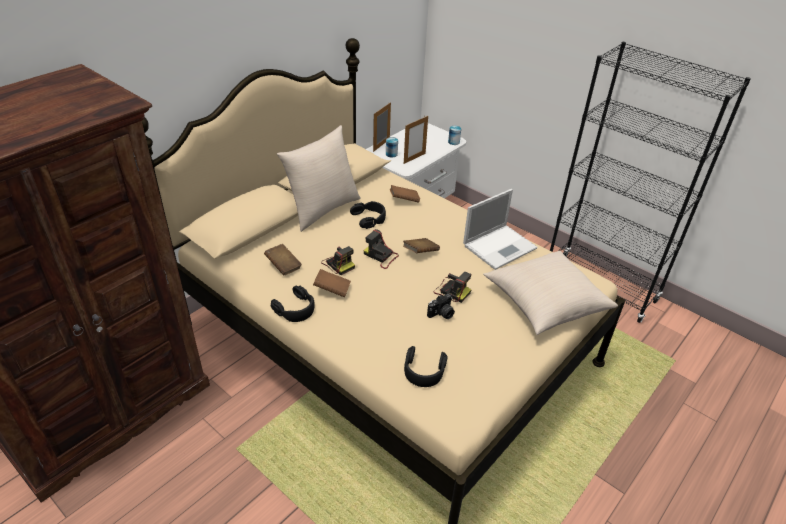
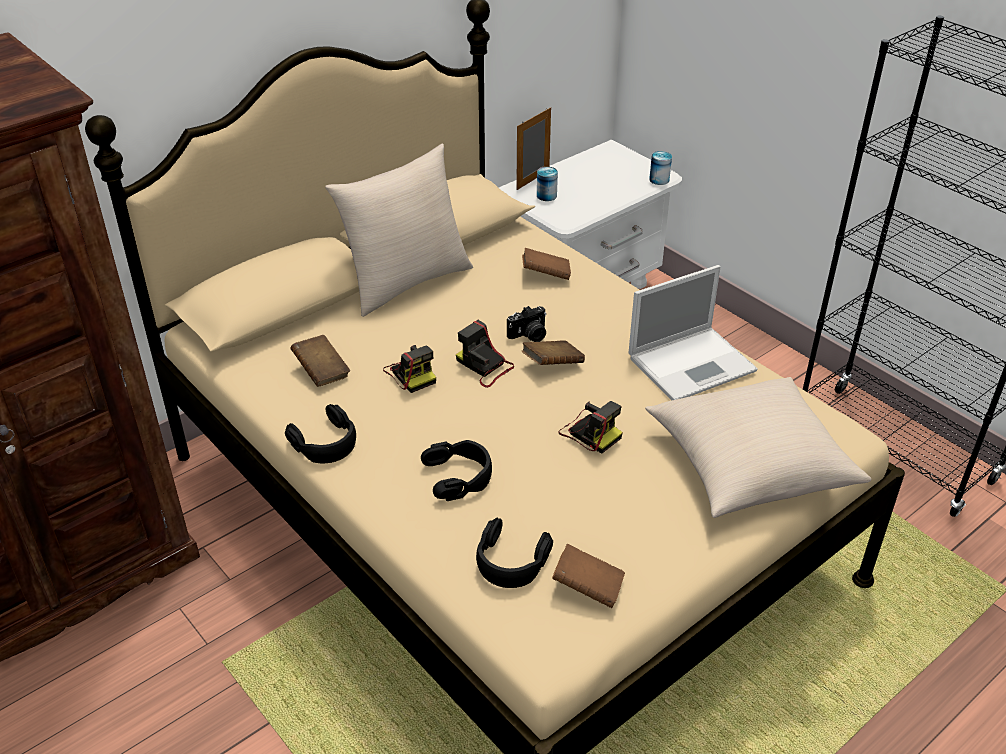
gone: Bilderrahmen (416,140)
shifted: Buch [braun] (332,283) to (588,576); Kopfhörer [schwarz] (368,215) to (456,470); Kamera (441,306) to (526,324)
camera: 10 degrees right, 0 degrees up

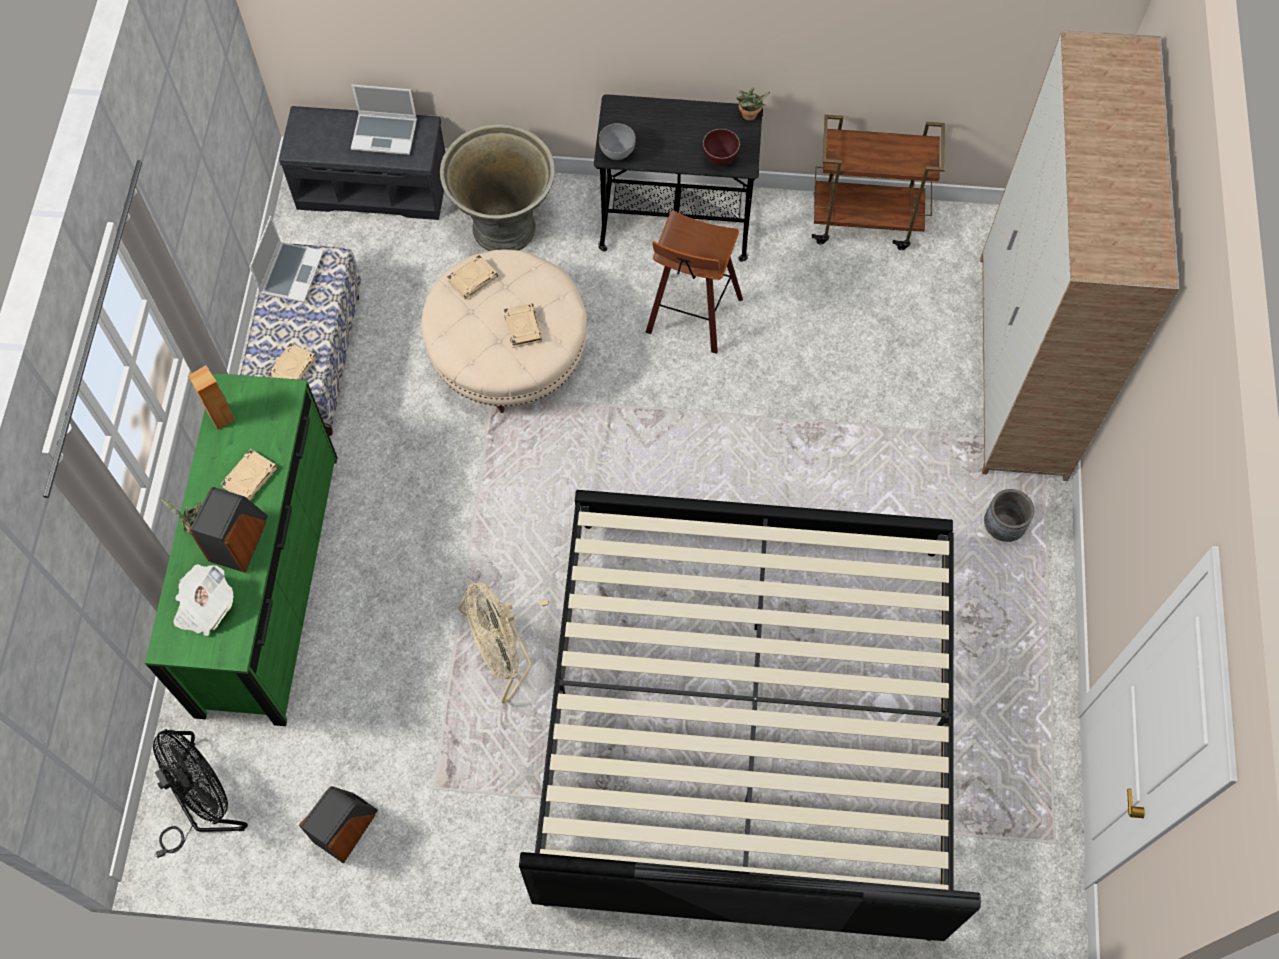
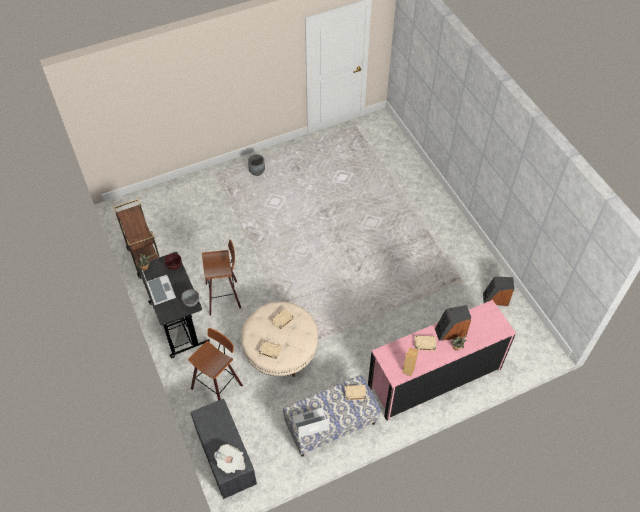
gone: Ventilator [schwarz] (200,793); Ventilator [beige] (503,643); Bett (750,715); Kleiderschrank [weiß] (1079,255)
shifted: Zeitung (203,600) to (229,458); Laptop (384,120) to (159,287)
swapped: Pflanzkübel [grau] (497,187) to Hocker (215,364)
repainted: Kommode [grün] (241,549) to Kommode [rosa] (442,360)
camera: 120 degrees left, 10 degrees down

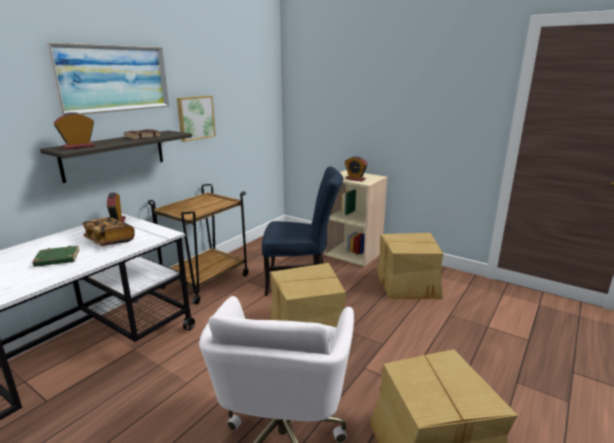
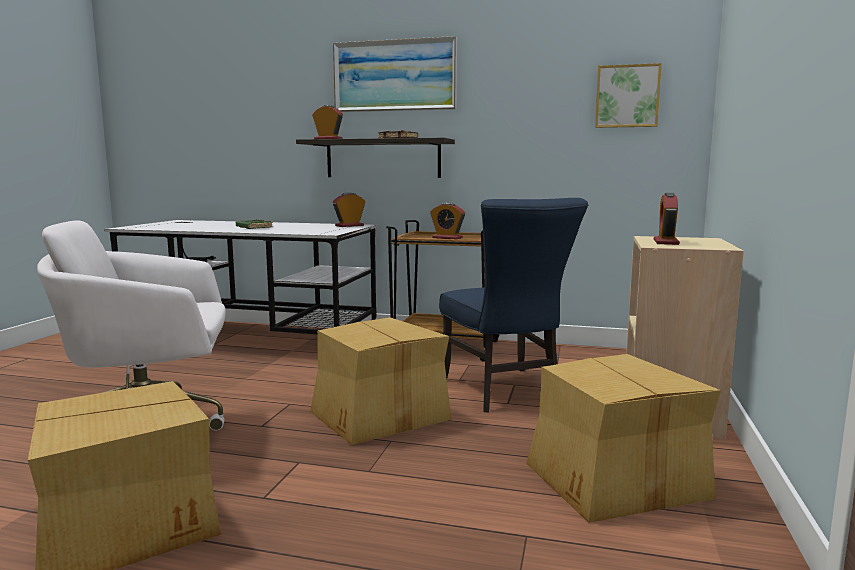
gone: Buch (108,231)
new: Wecker (447,221)
shifted: Bild (196,119) to (628,95)
camera: 70 degrees right, 10 degrees down

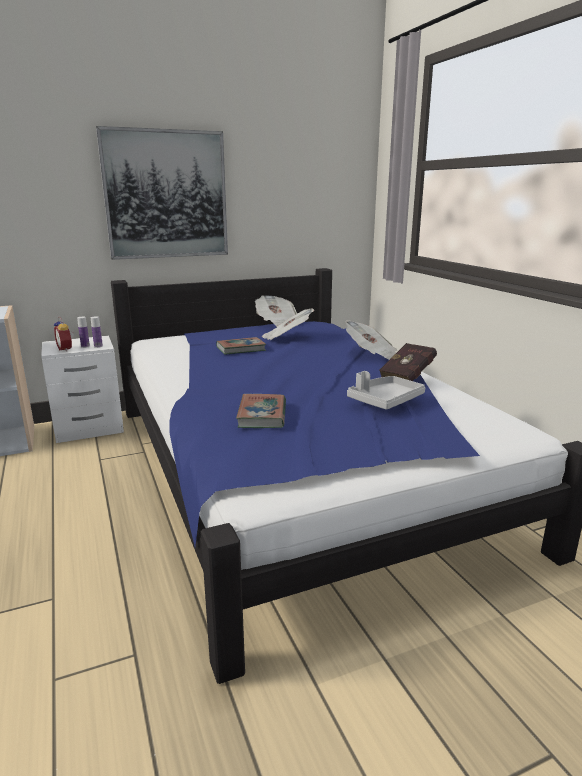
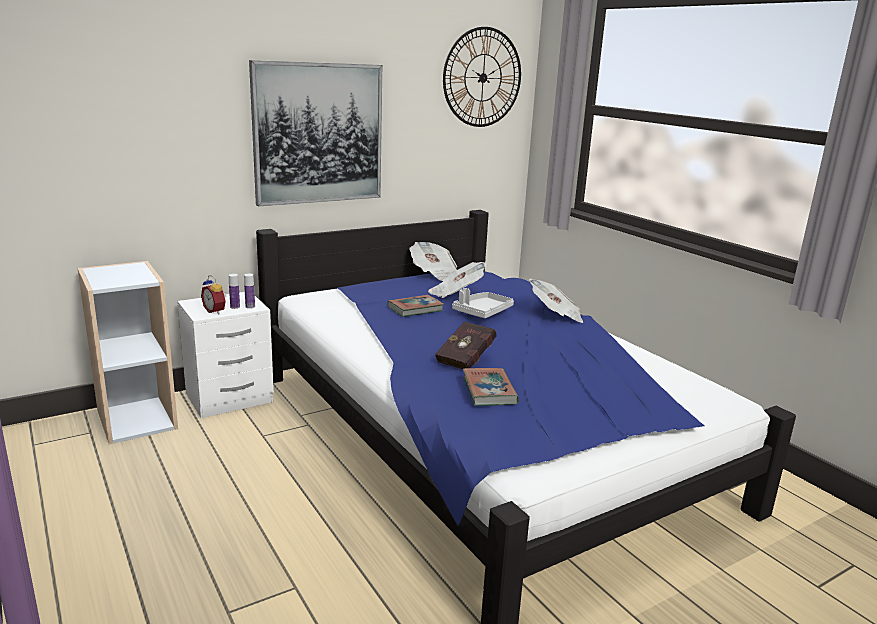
new: Wanduhr (482,77)
shifted: Tablett [grau] (386,390) to (483,303); Buch [rot] (408,362) to (466,345)
camera: 10 degrees left, 0 degrees up

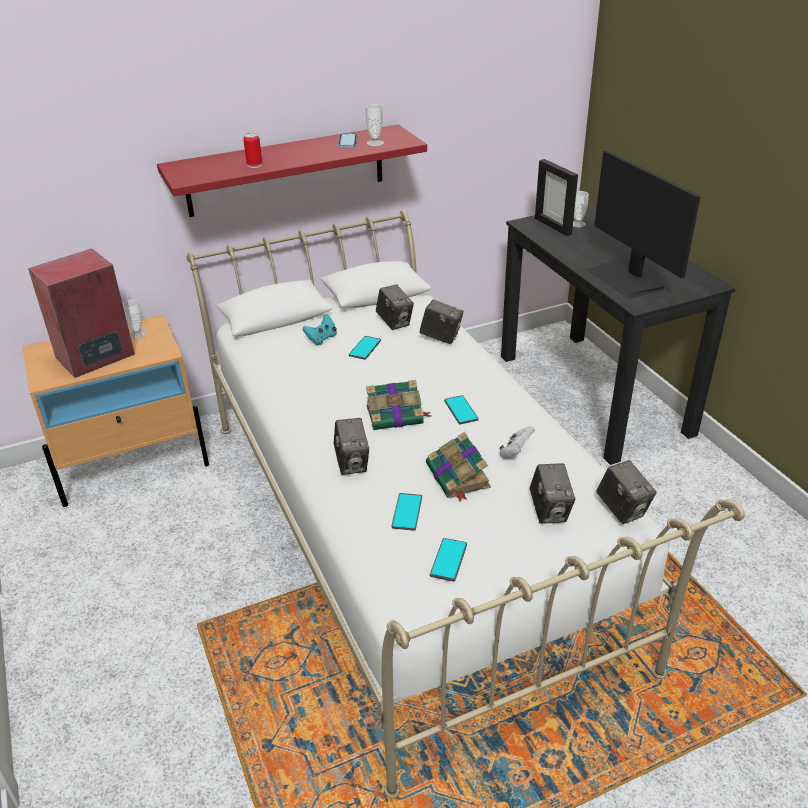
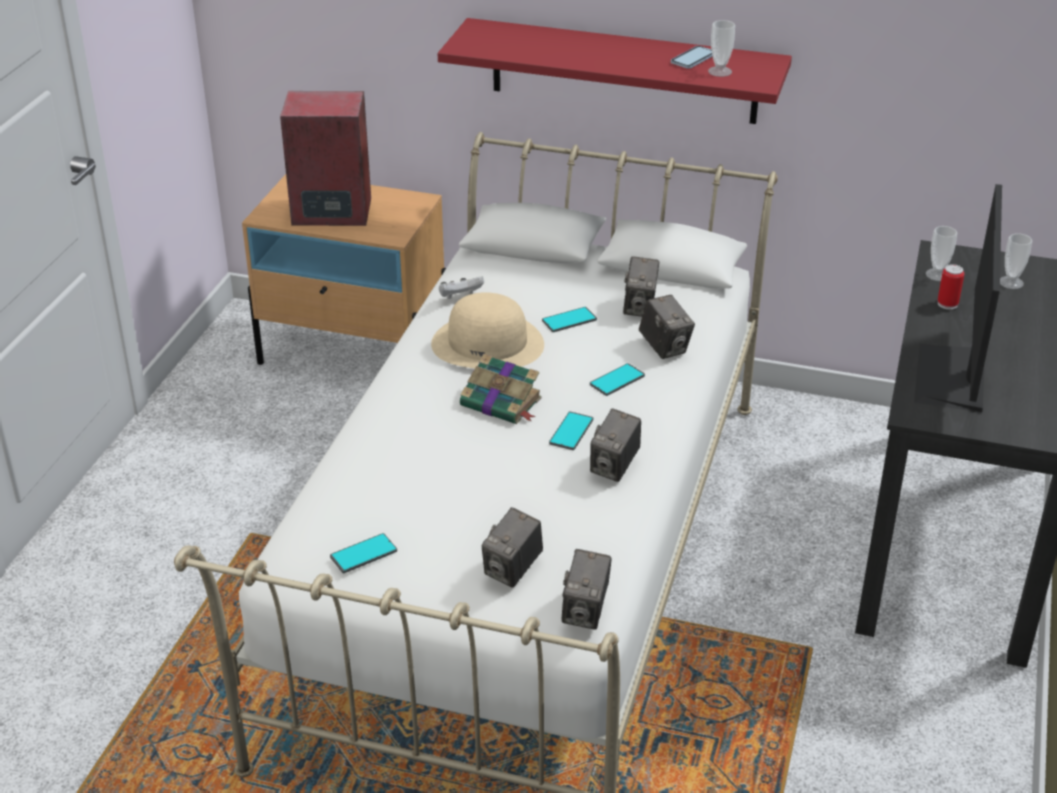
gone: Gamepad [türkis] (320,329); Buch (458,467); Bilderrahmen (556,197)
new: Hut [beige] (487,330)
shifted: Tasse (134,319) to (941,253); Dose (252,150) to (950,287); Kamera (351,446) to (615,445); Handy (407,512) to (617,379); Gamepad [weiß] (517,442) to (461,287)
camera: 40 degrees right, 0 degrees up

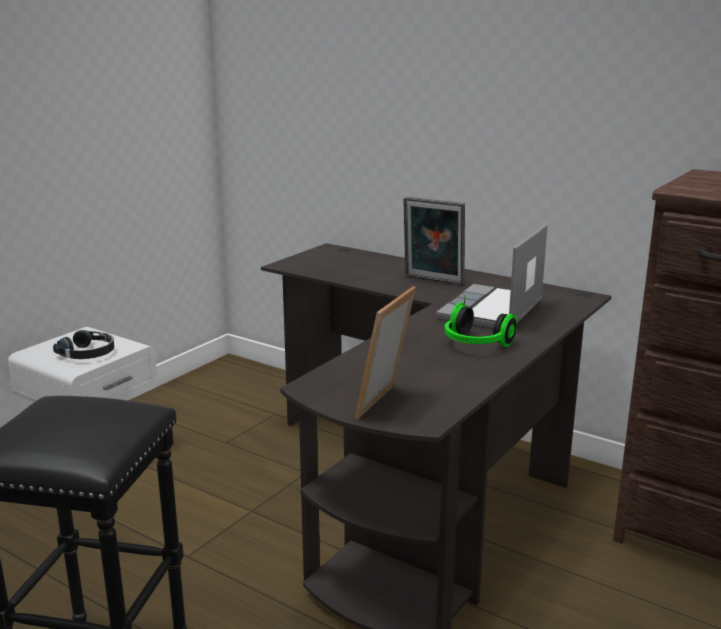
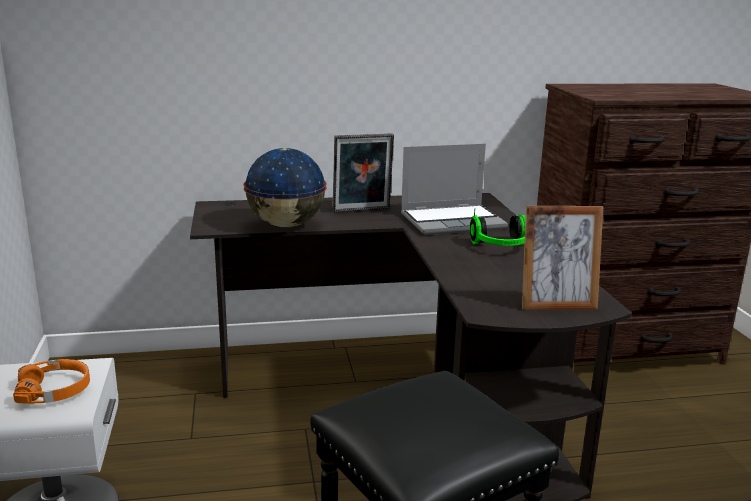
new: Globus (285,187)
repainted: Kopfhörer [schwarz] (83,344) to Kopfhörer [orange] (51,381)
rotated: Bilderrahmen (385,353) = (562,258) 75 degrees counterclockwise; Laptop (491,276) = (454,189) 90 degrees counterclockwise
camera: 45 degrees left, 0 degrees up

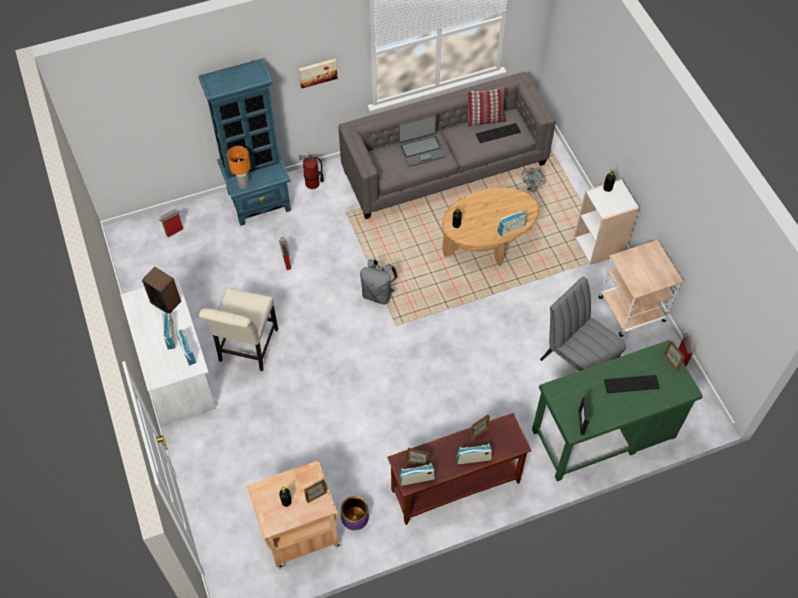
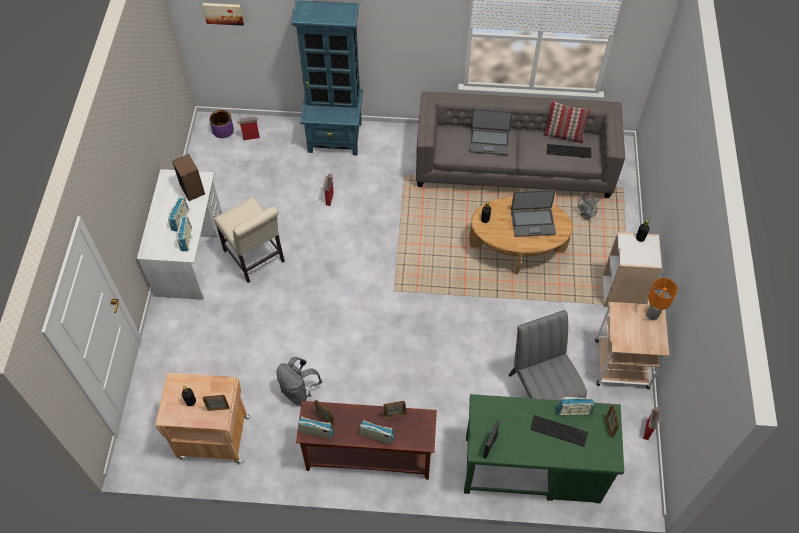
gone: Feuerlöscher (311,172)
new: Laptop (533,213)
shifted: Tischlampe [orange] (239,167) to (662,299); Bild (318,73) to (223,14); Pflanzkübel [lila] (354,513) to (221,124); Rucksack [grau] (379,282) to (299,381); Radio (511,223) to (575,406)
rotated: Stuhl [beige] (238,329) = (249,240) 75 degrees counterclockwise
camera: 25 degrees right, 0 degrees up

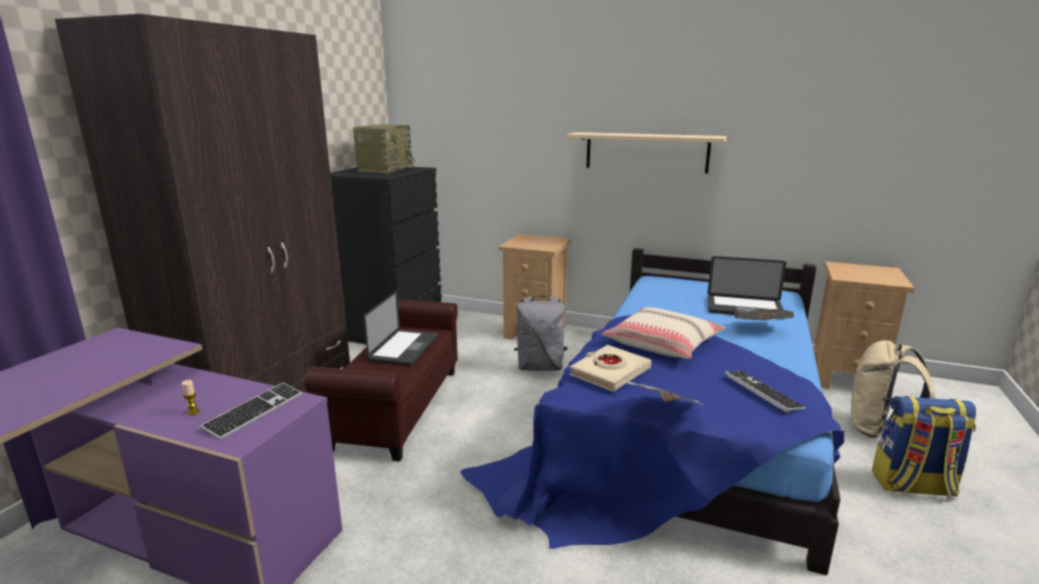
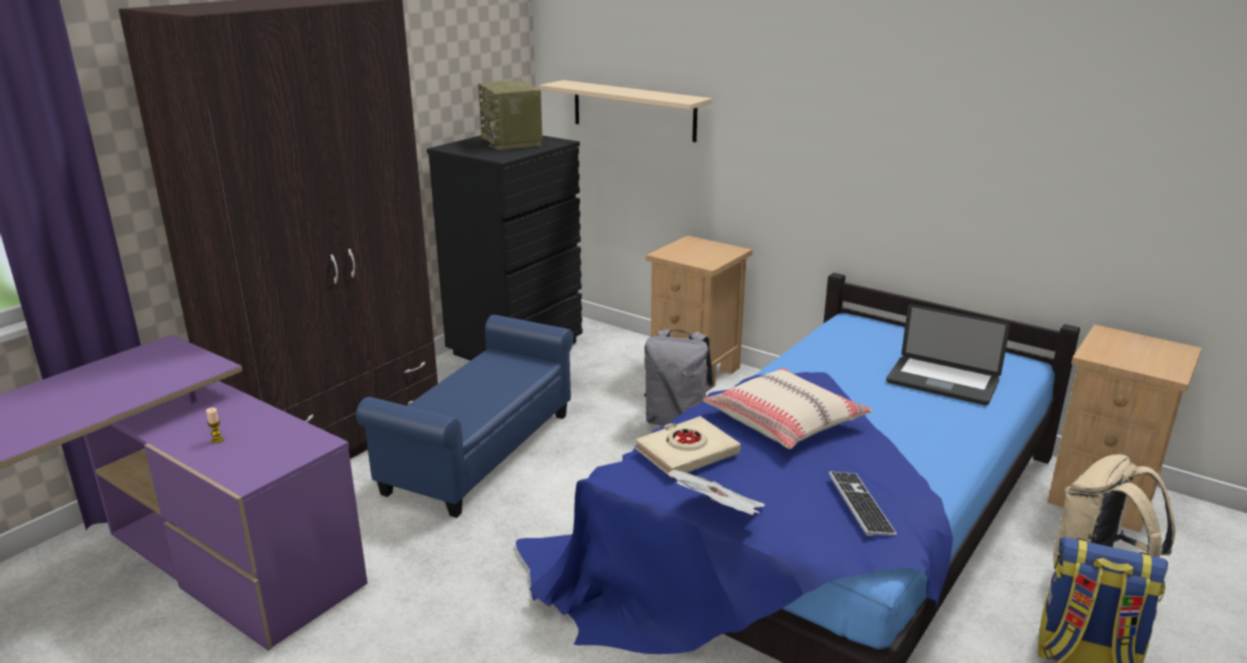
gone: Tastatur (251,411); Laptop (401,328); Zeitung (764,315)
shifted: Wandregal [beige] (647,152) to (625,111)
repainted: Polsterhocker [braun] (381,381) to Polsterhocker [blau] (464,416)
rotated: Radio (383,148) = (510,115) 120 degrees clockwise
camera: 15 degrees right, 5 degrees up

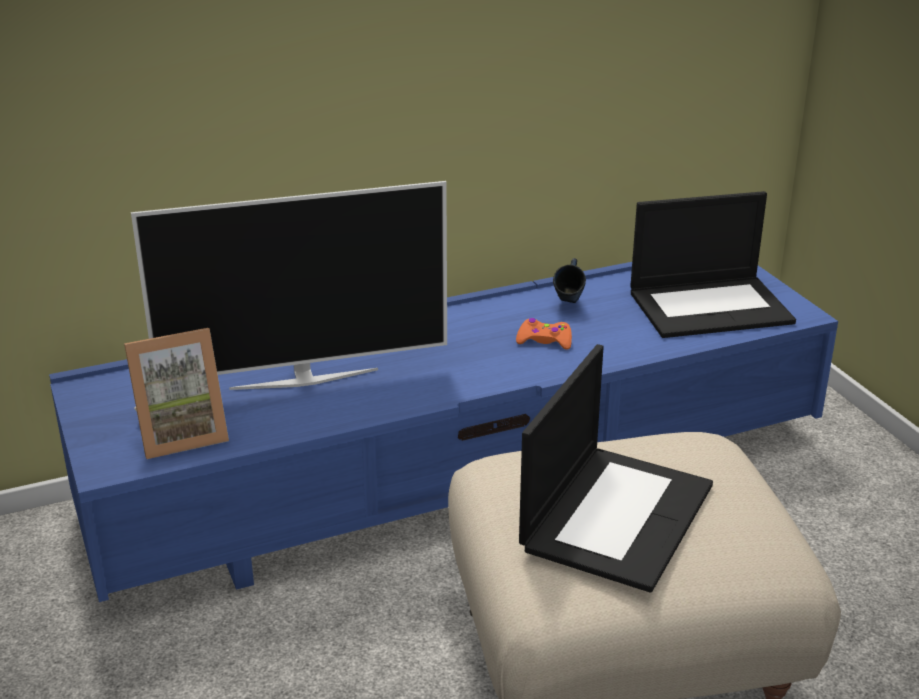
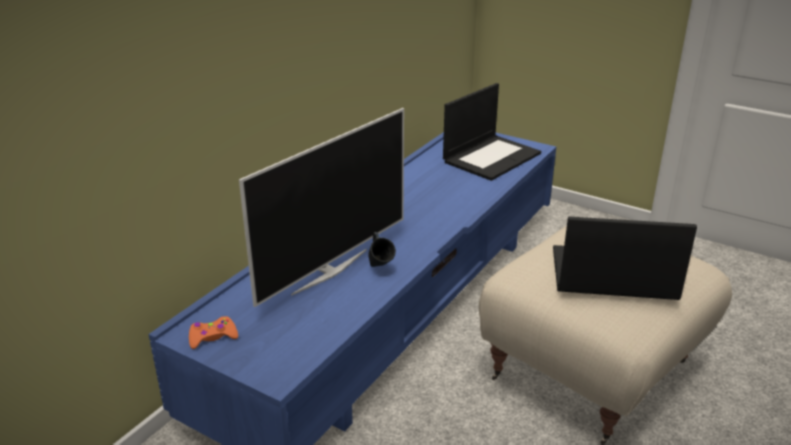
gone: Bilderrahmen (176,393)
shifted: Gamepad [orange] (544,334) to (213,332); Henkelbecher [blau] (569,280) to (382,249)
rotated: Laptop (616,468) = (625,258) 75 degrees counterclockwise
camera: 35 degrees left, 0 degrees up

